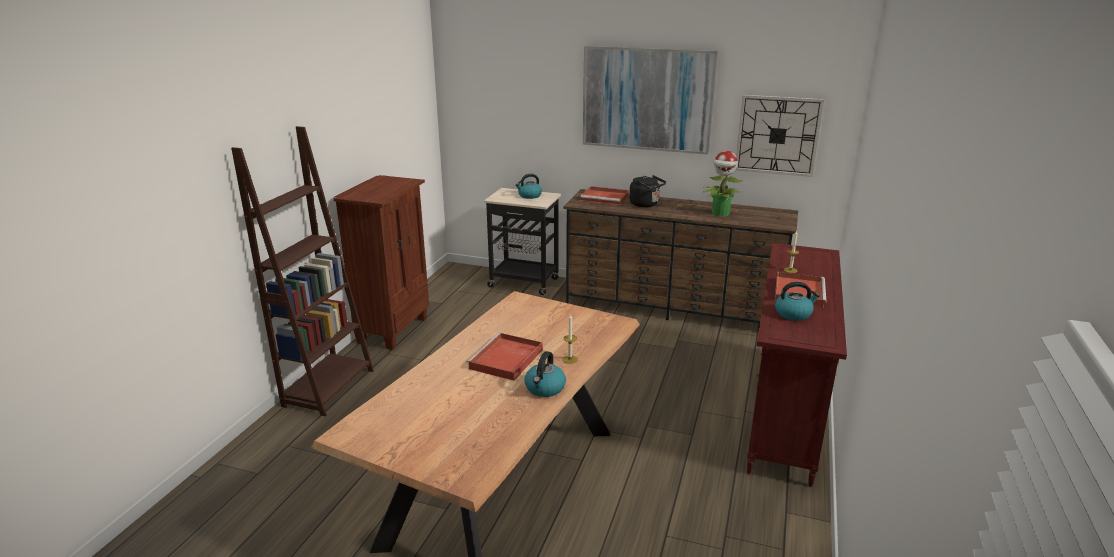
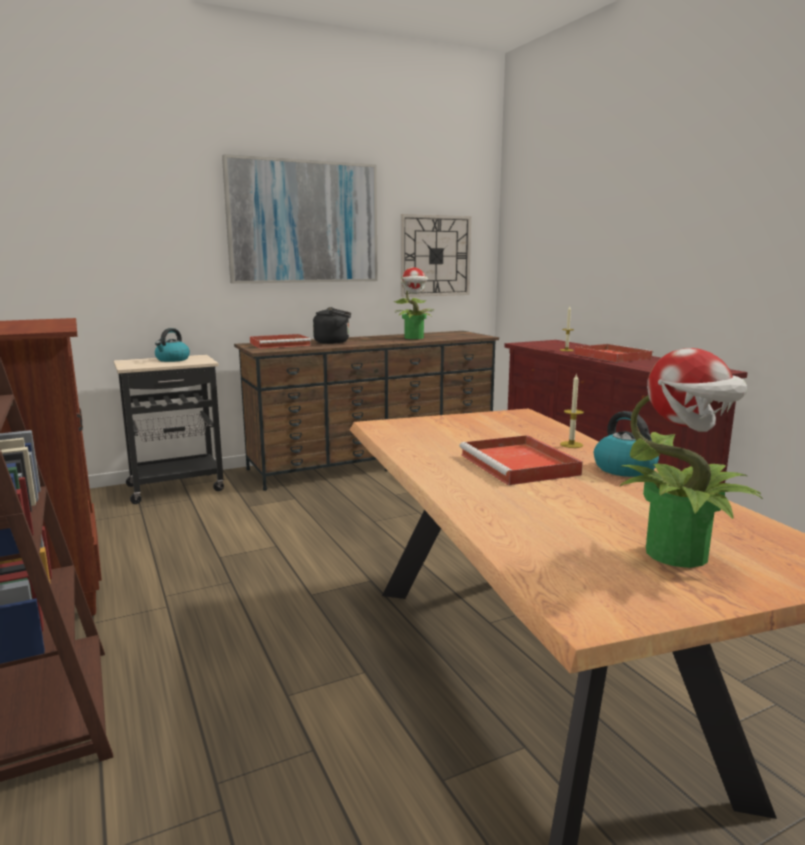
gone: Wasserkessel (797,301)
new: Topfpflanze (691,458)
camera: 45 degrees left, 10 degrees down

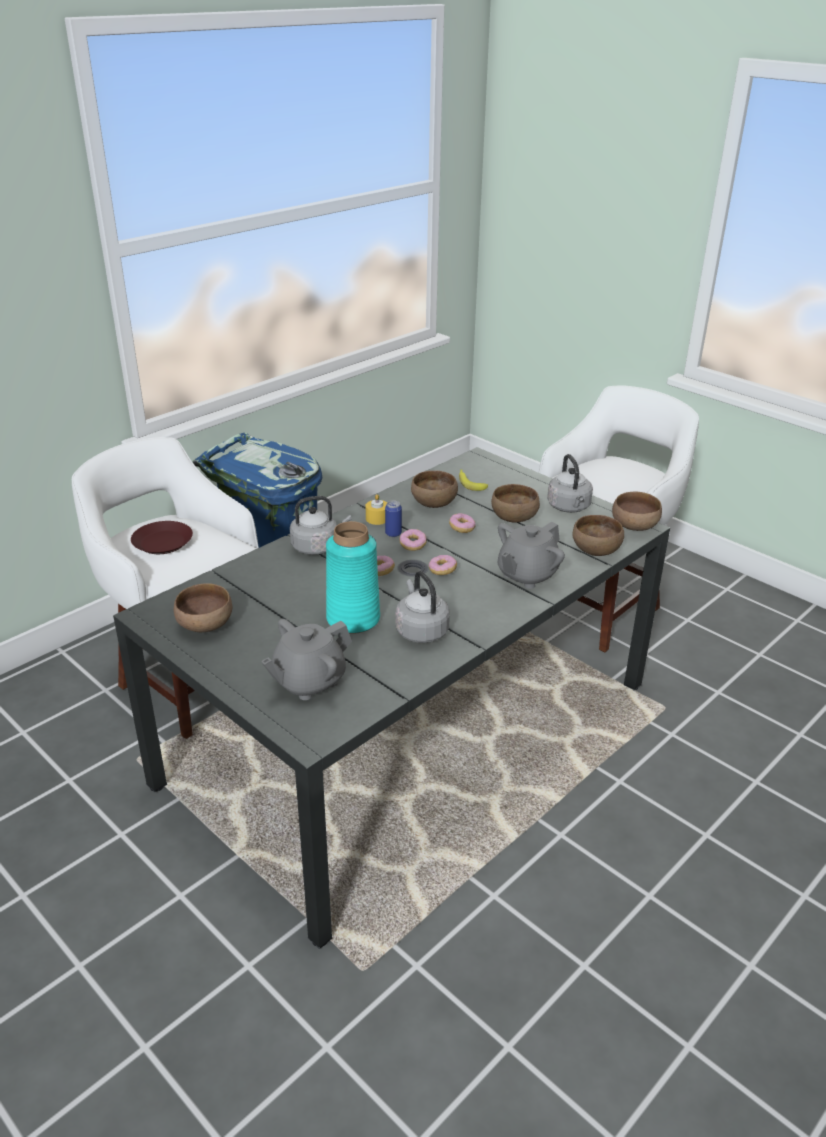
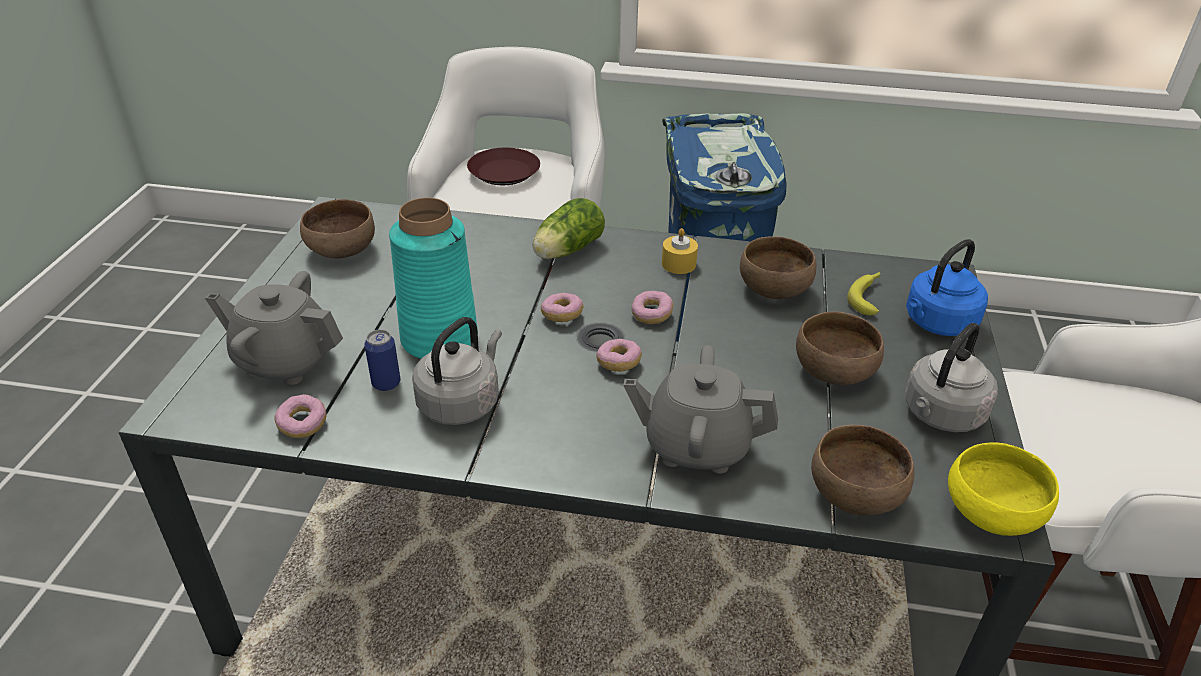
new: Wasserkessel [blau] (947,287)
shifted: Dose (393,519) to (382,360); Donut (462,523) to (300,416)
swapped: Wasserkessel [grau] (320,525) to Salatkopf (569,228)
repainted: Schüssel [braun] (637,511) to Schüssel [gelb] (1003,489)
camera: 55 degrees right, 5 degrees up

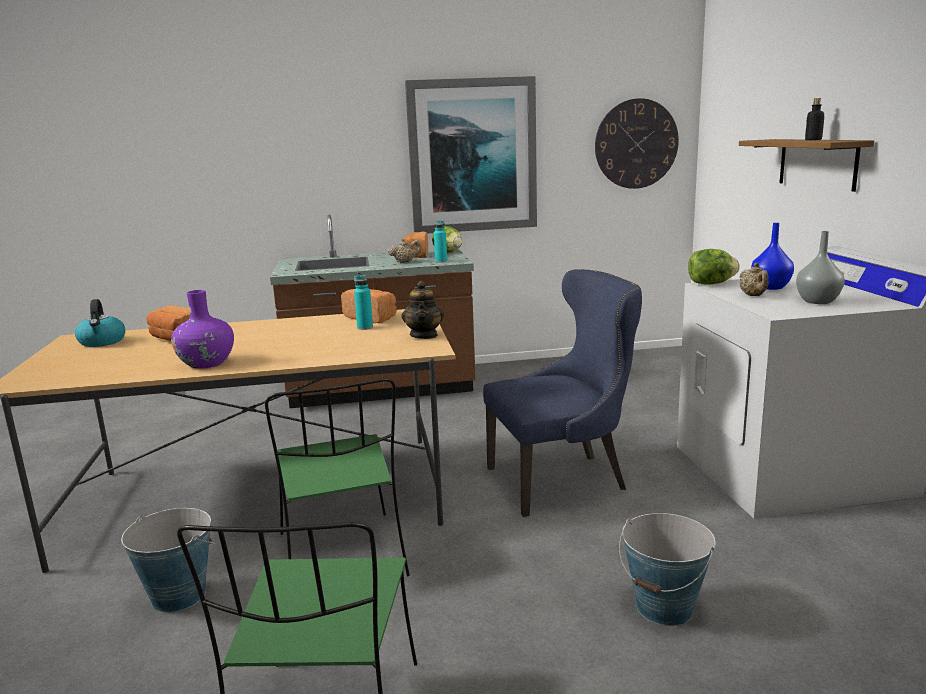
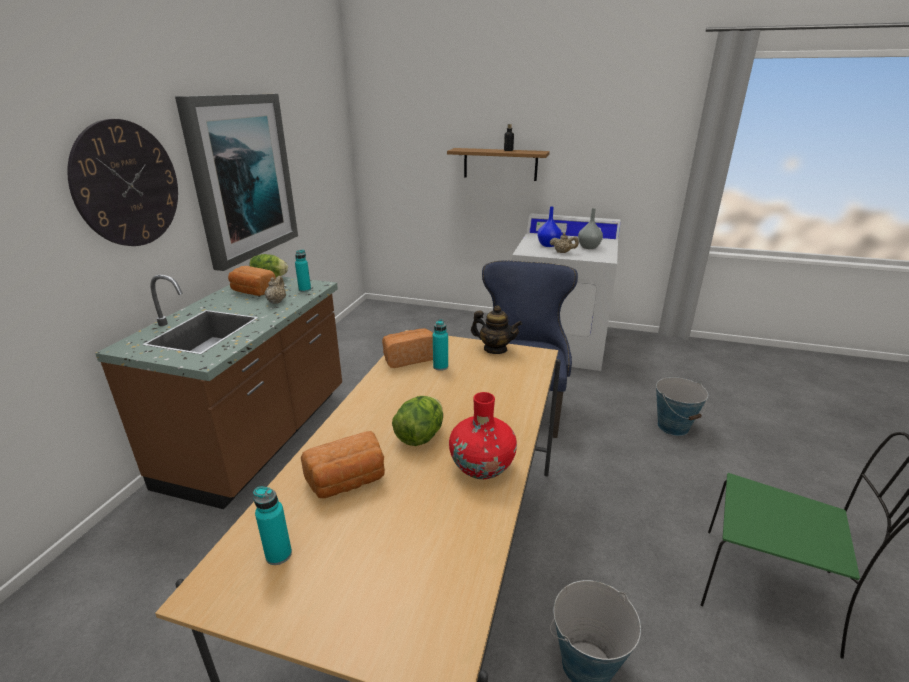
gone: Stuhl [grün] (337,477)
shifted: Wanduhr (637,143) to (122,182); Salatkopf (714,267) to (417,421)
swapped: Wasserkessel (100,323) to Flasche [türkis] (272,525)
repainted: Vase [lila] (202,329) to Vase [rot] (483,435)
camera: 65 degrees left, 10 degrees up

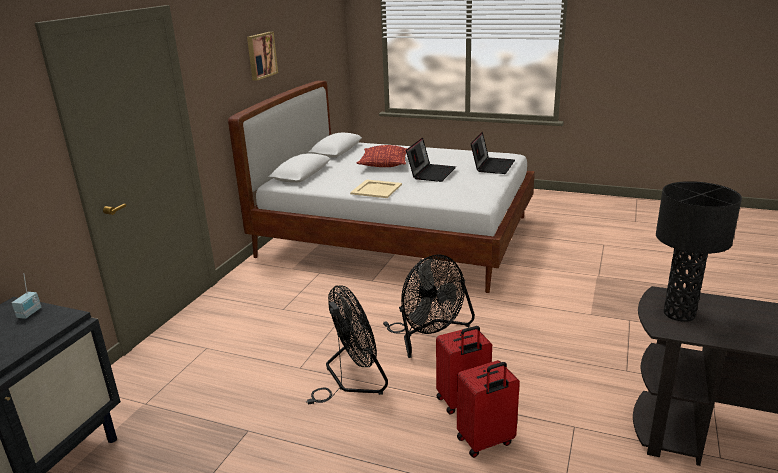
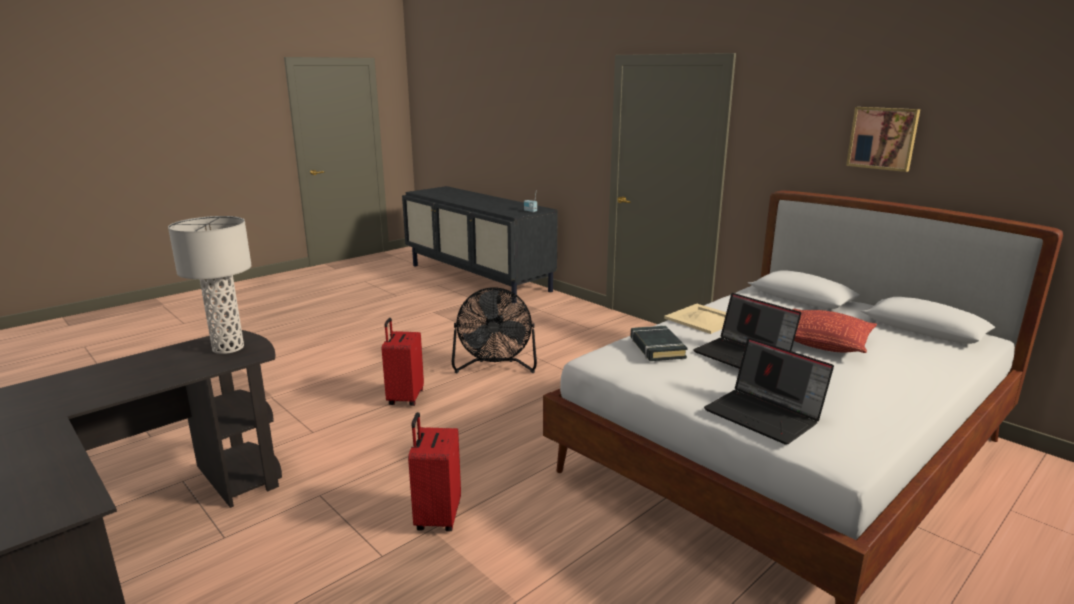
gone: Ventilator [schwarz] (429,306)
new: Buch [schwarz] (658,343)
shifted: Koffer [rot] (488,409) to (434,472)
repainted: Tischlampe [schwarz] (699,251) to Tischlampe [weiß] (210,285)
camera: 115 degrees right, 5 degrees down

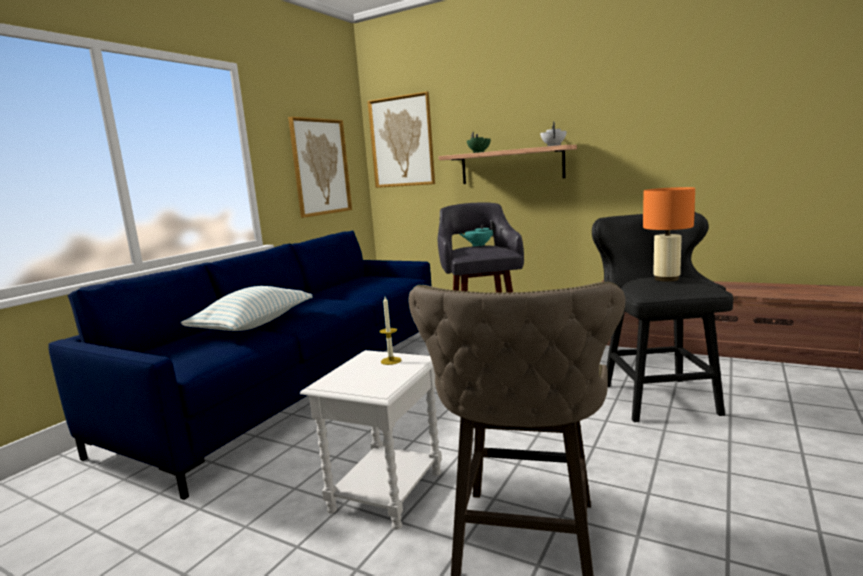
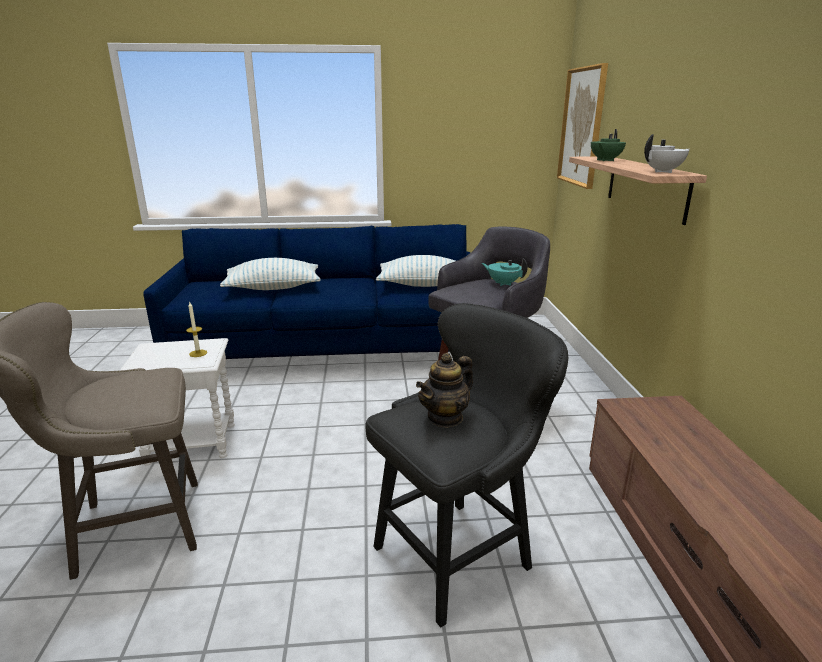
gone: Bild (320,167)
new: Kissen (415,271)
swapped: Tischlampe [orange] (669,234) to Teekanne (444,390)
camera: 55 degrees right, 10 degrees up

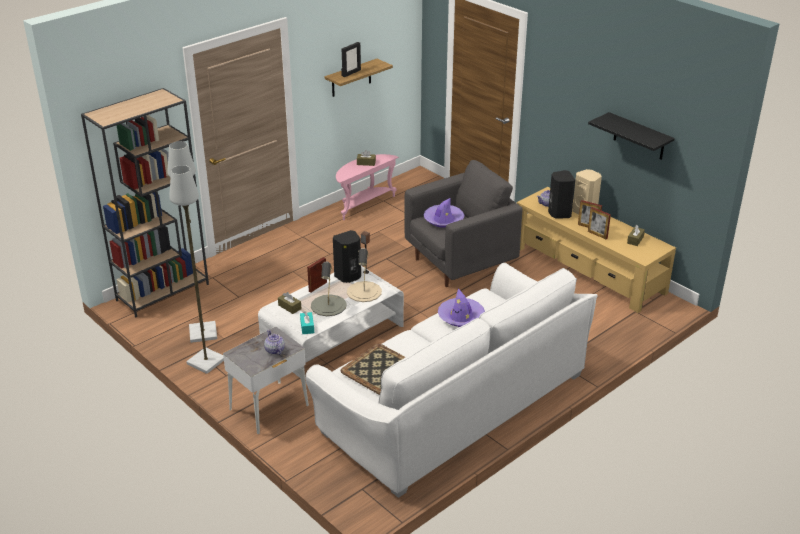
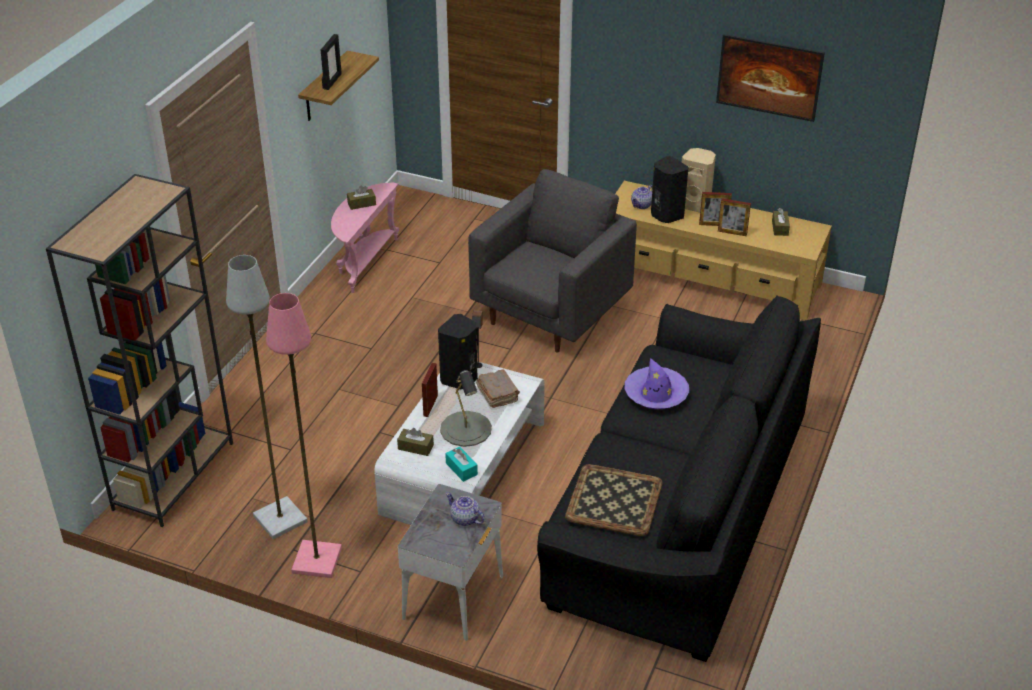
gone: Hut [lila] (444,213)
swapped: Tischlampe [beige] (364,275) to Buch [braun] (498,388); Wandregal [schwarz] (631,136) to Bild (770,78)
repainted: Stehlampe [grau] (196,269) to Stehlampe [rosa] (304,435); Sofa [weiß] (451,380) to Sofa [schwarz] (679,478)
camera: 25 degrees left, 5 degrees up

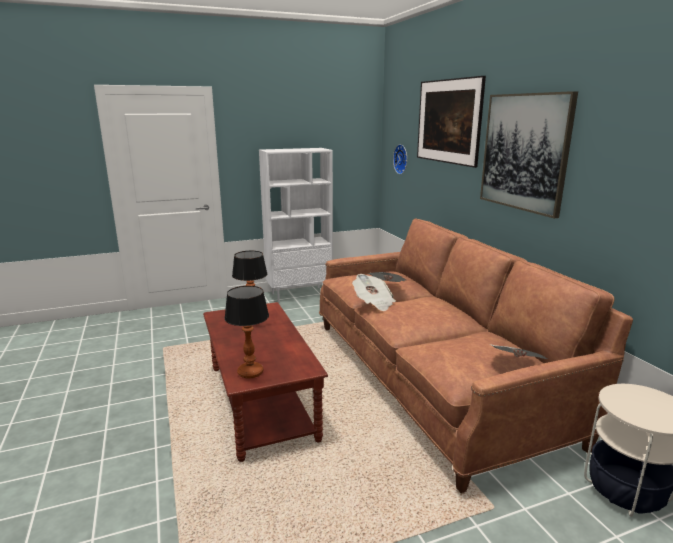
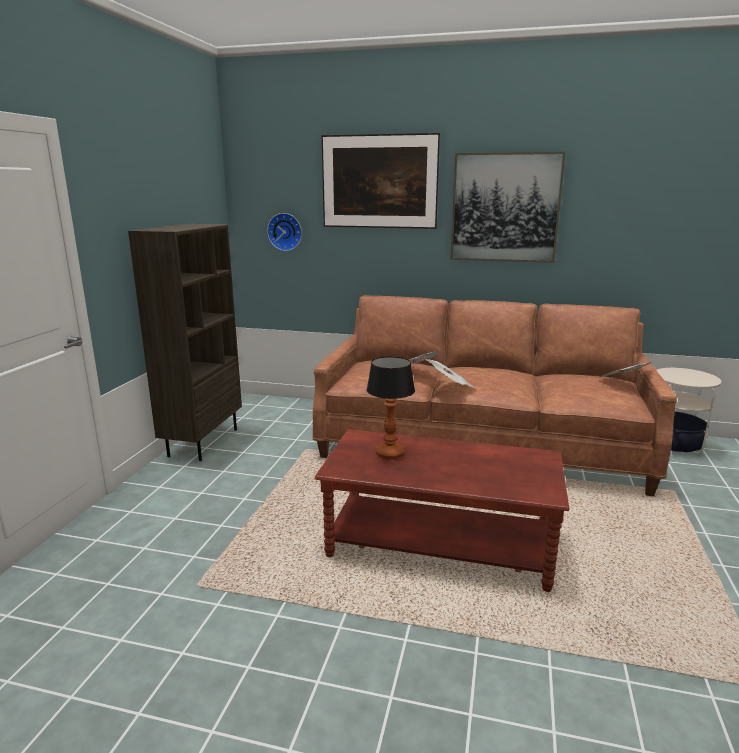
gone: Tischlampe (246,332)
repainted: Bücherregal [weiß] (296,225) to Bücherregal [braun] (185,342)
camera: 55 degrees left, 0 degrees up

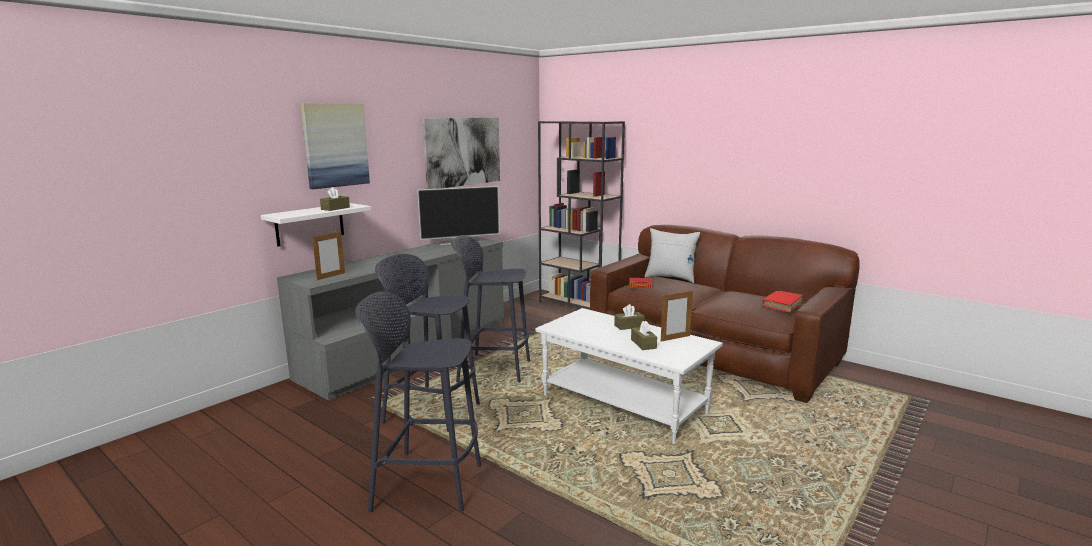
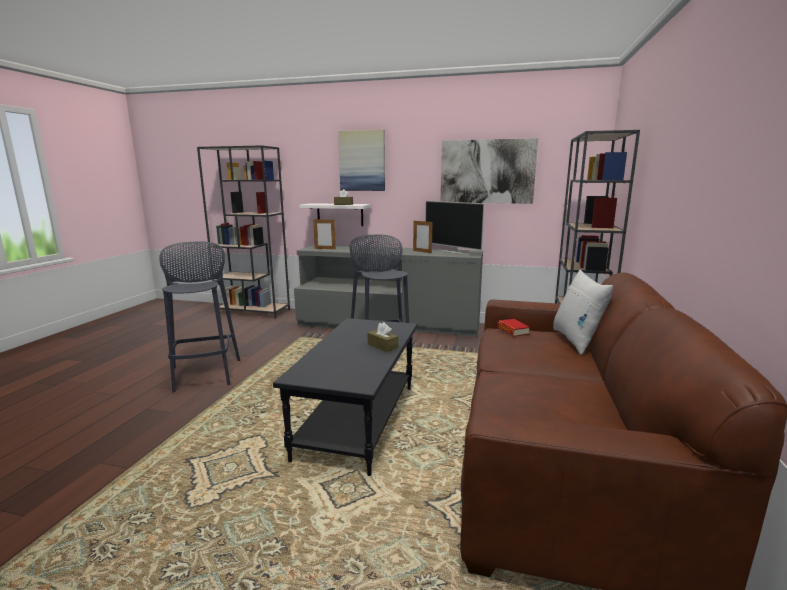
gone: Hocker [grau] (427,343); Taschentuchbox [braun] (644,335); Buch [rot] (782,302)
new: Bücherregal (243,232)
shifted: Bilderrahmen (677,316) to (423,237)
repainted: Couchtisch [weiß] (629,376) to Couchtisch [schwarz] (345,397)
camera: 65 degrees right, 0 degrees up

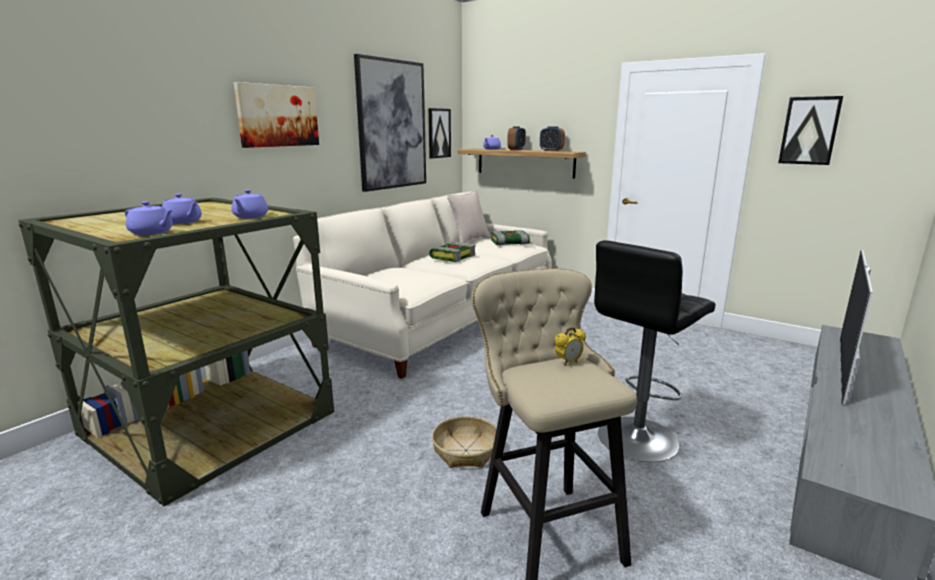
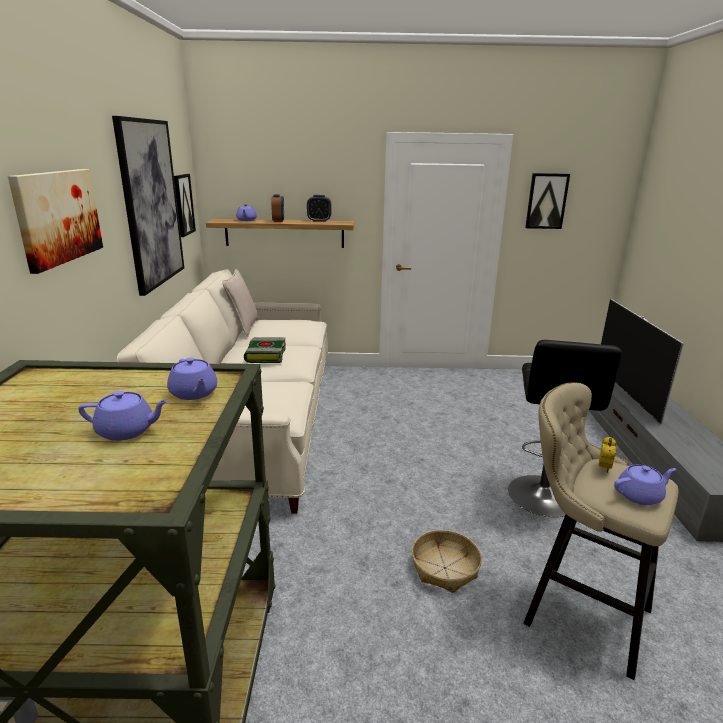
gone: Buch (510,237)
shifted: Teekanne [lila] (149,218) to (645,485)
camera: 35 degrees left, 5 degrees up

